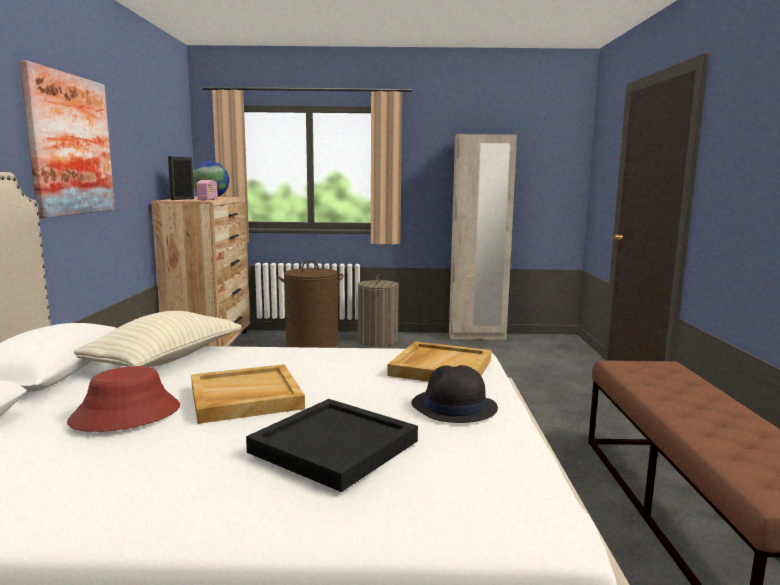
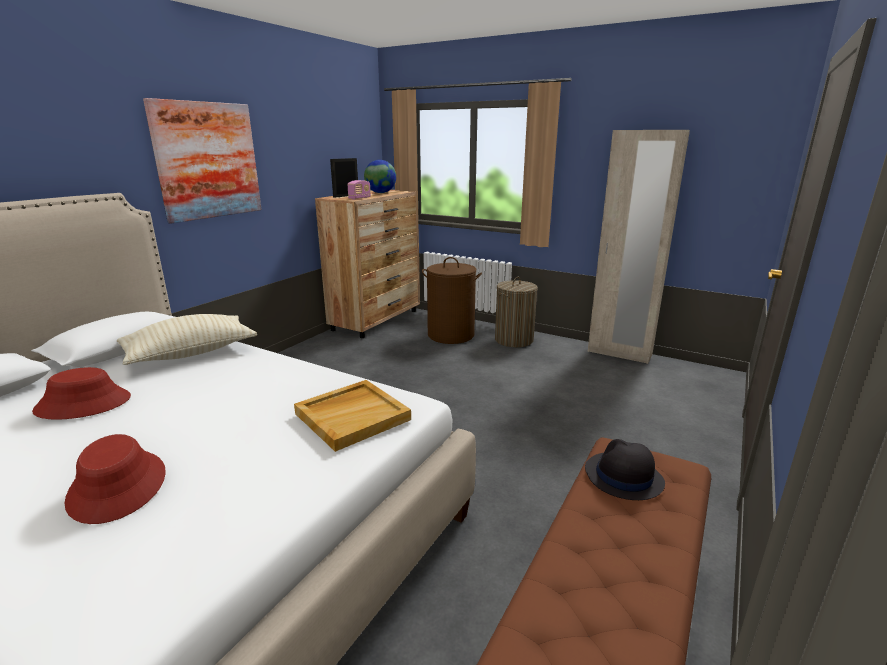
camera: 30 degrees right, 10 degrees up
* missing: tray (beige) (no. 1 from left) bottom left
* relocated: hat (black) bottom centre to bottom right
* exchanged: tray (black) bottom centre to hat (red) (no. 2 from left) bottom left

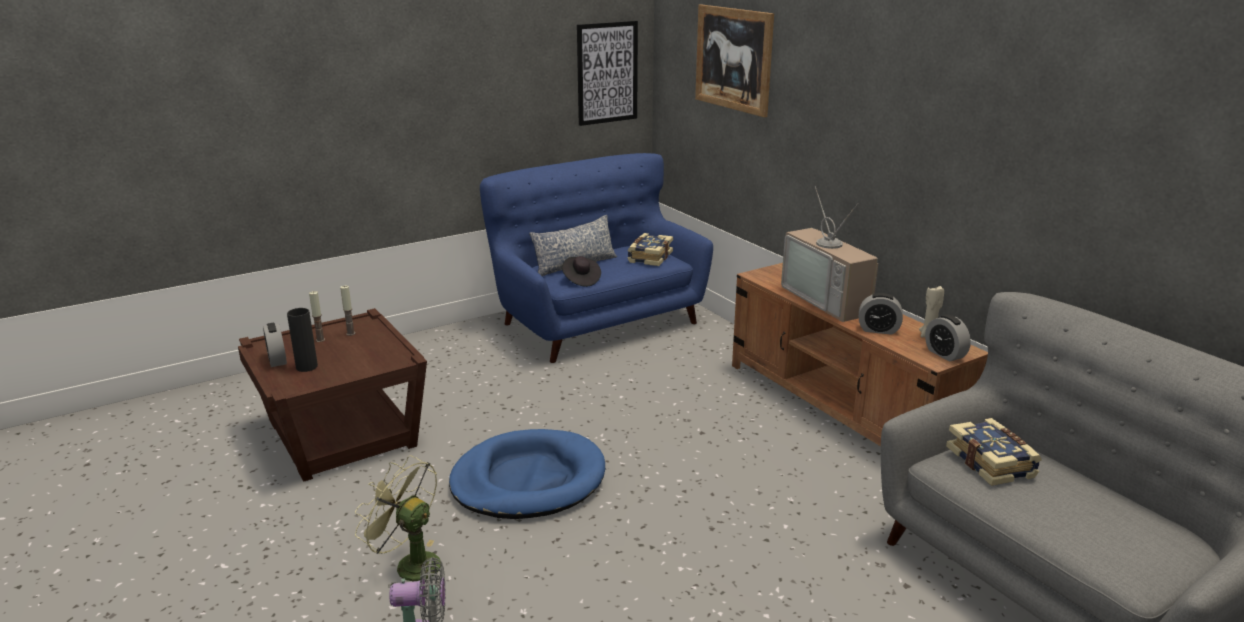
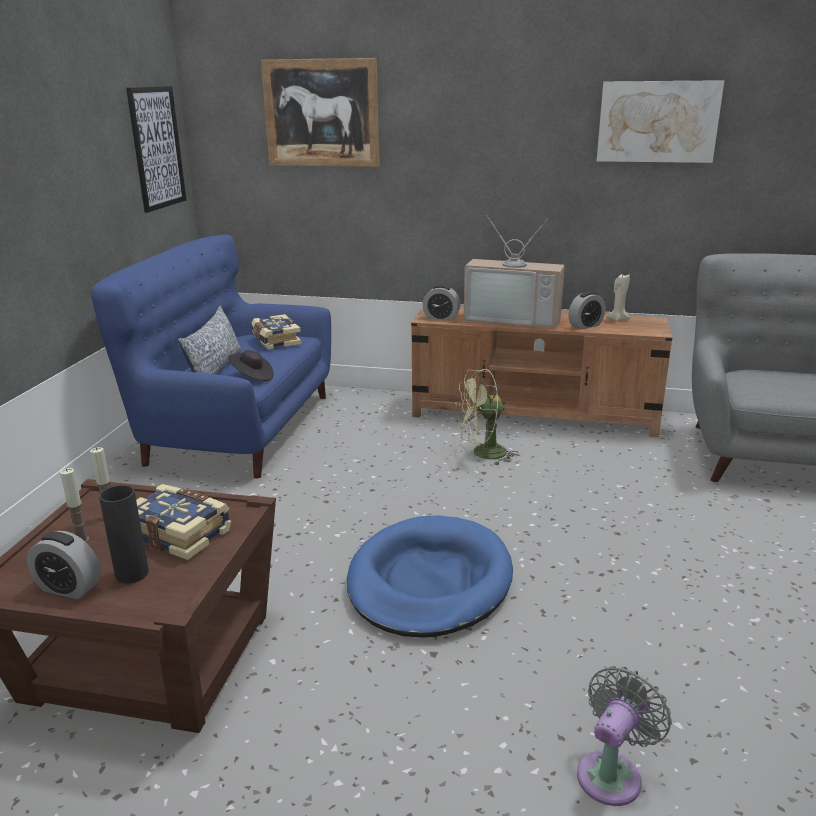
camera: 45 degrees left, 0 degrees up
* relocated: alarm clock (no. 3 from left in the first image) middle right to alarm clock (no. 2 from left) centre
* relocated: book (no. 2 from left in the first image) bottom right to book (no. 1 from left) middle left
* relocated: fan (green) bottom left to centre
* appeared: picture (no. 3 from left) top right

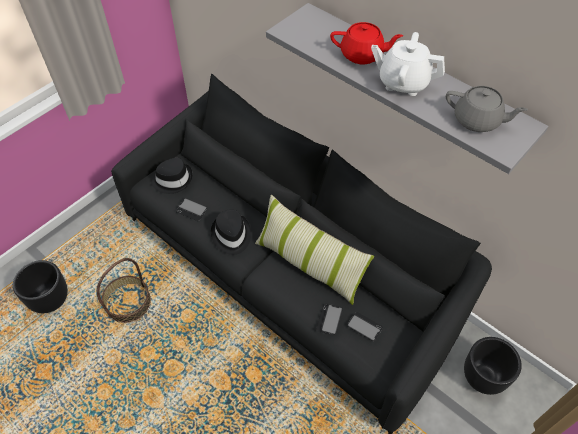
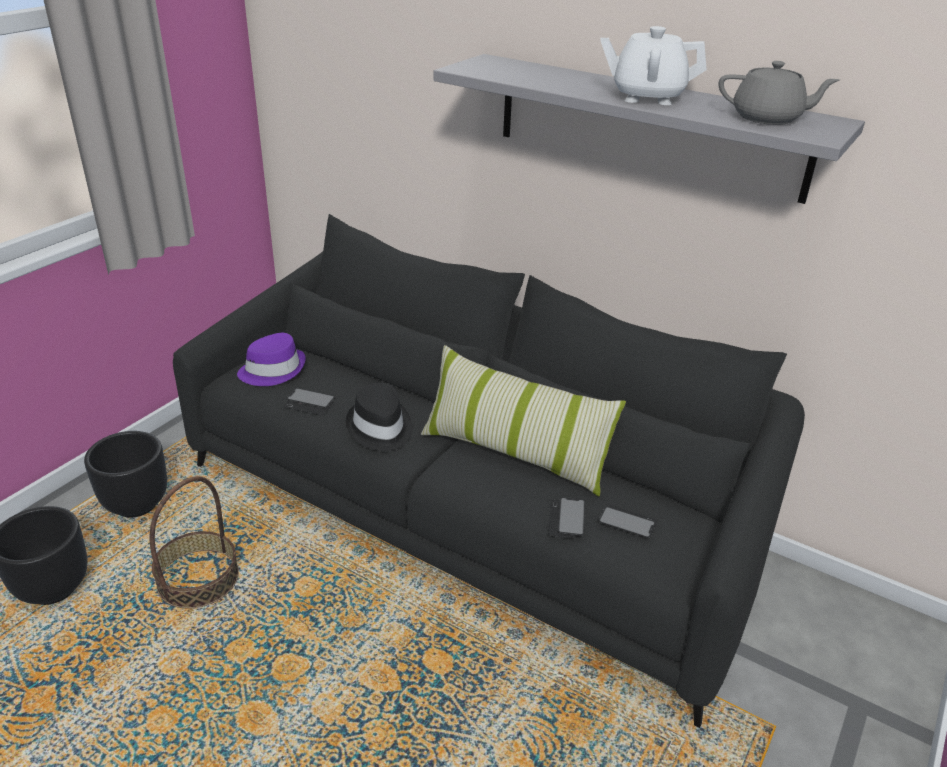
camera: 10 degrees left, 20 degrees down
* missing: teapot (red) top centre
* colour: hat (black) (no. 1 from left) middle left to hat (purple) middle left
* relocated: planter (black) (no. 2 from left) bottom right to middle left

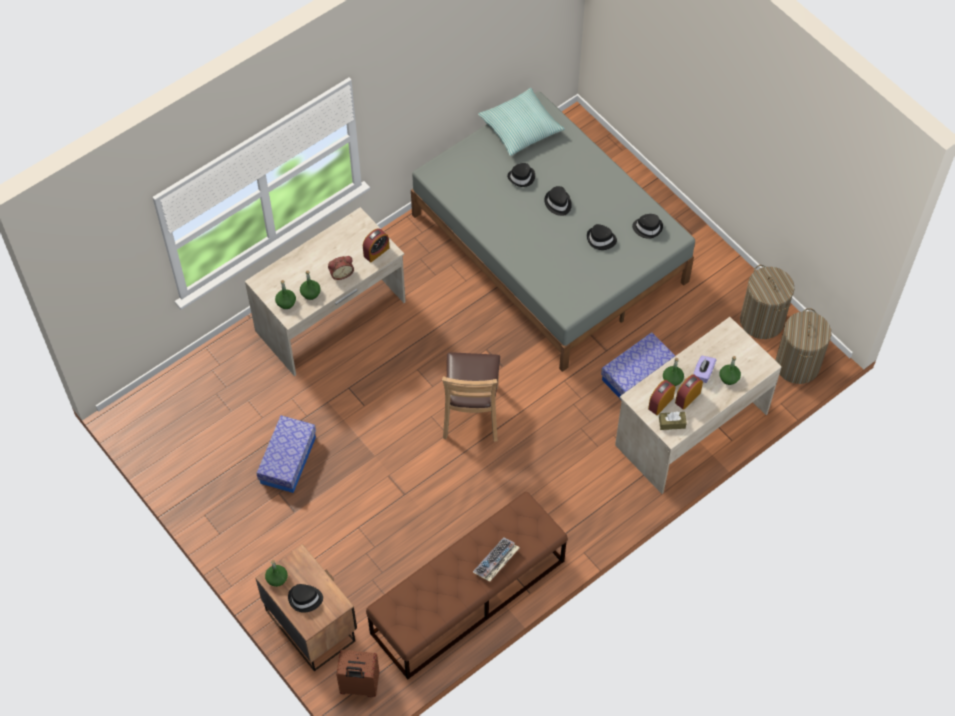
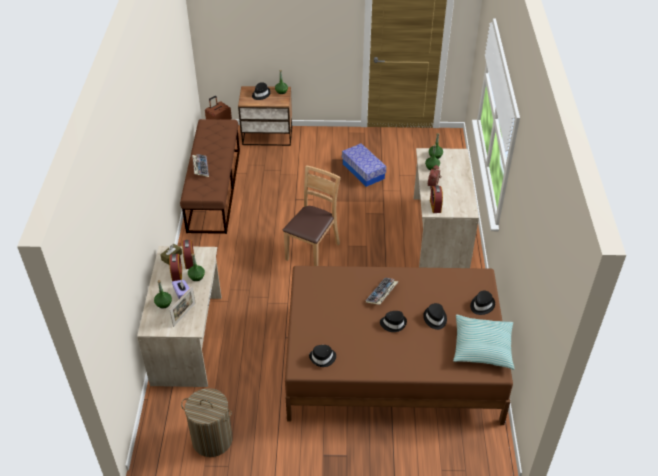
camera: 130 degrees right, 15 degrees down
* colour: bed (grey) top centre to bed (brown) bottom centre
* relocated: hat (black) (no. 4 from left in the first image) top centre to hat (black) (no. 5 from left) middle right
* missing: laundry basket (no. 2 from left) middle right
* missing: storage box (no. 2 from left) middle right
* spun: chair (brown) centre = centre 75 degrees clockwise
* appeared: keyboard (no. 2 from left) centre
* appeared: picture frame middle left

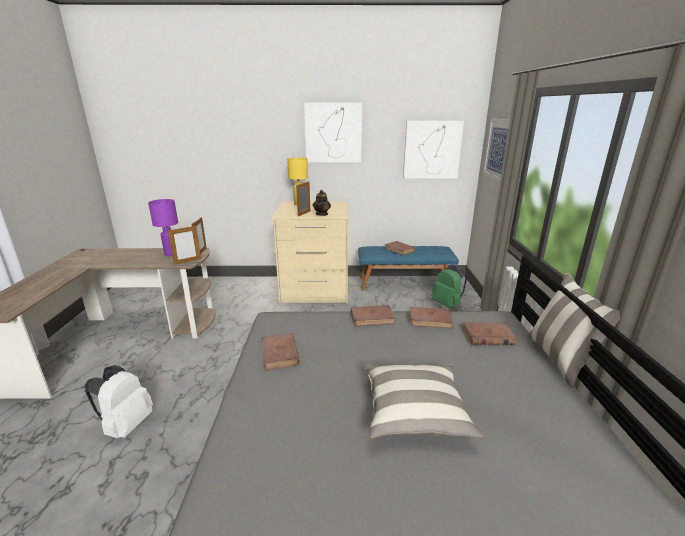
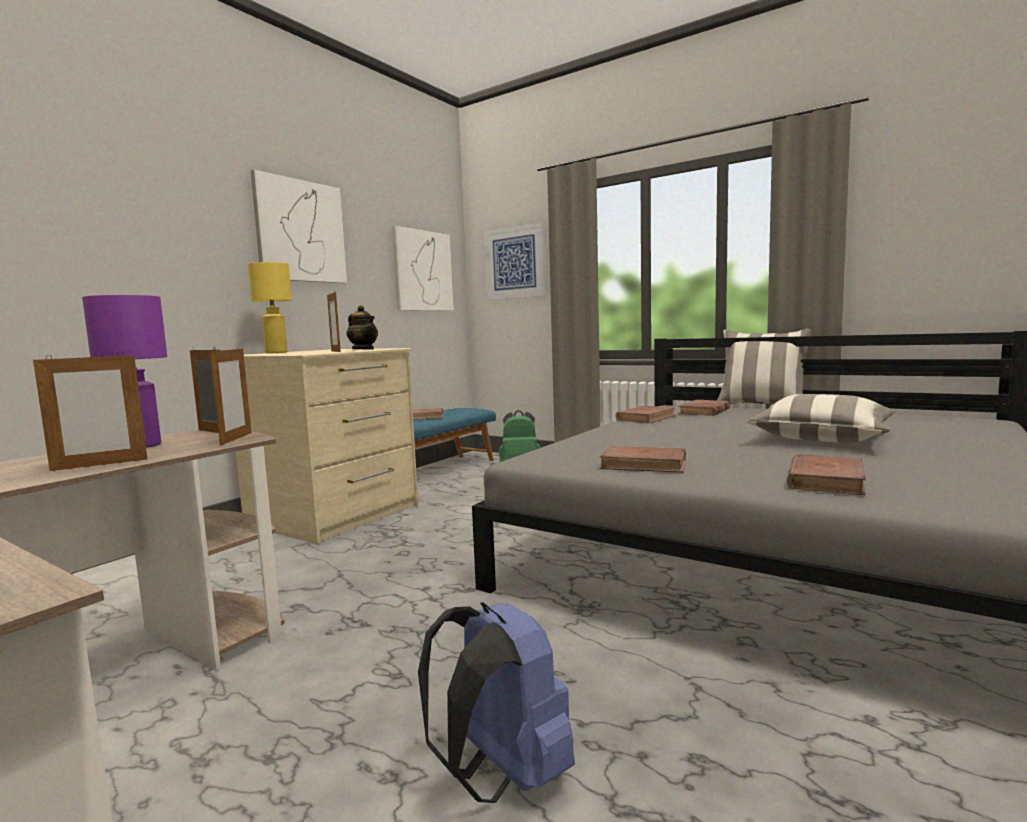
camera: 55 degrees left, 15 degrees down
* relocated: book (brown) (no. 2 from left in the first image) centre to book (brown) (no. 5 from left) middle right
* colour: backpack (white) bottom left to backpack (blue) bottom centre
* appeared: picture frame (no. 1 from left) middle left

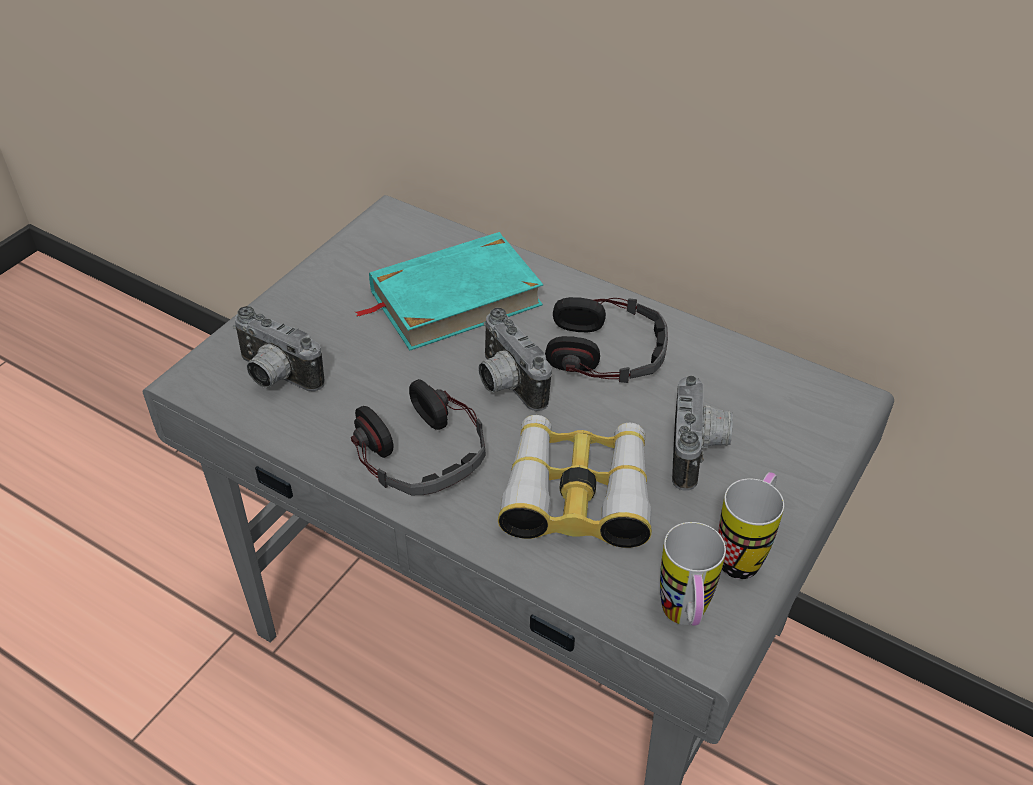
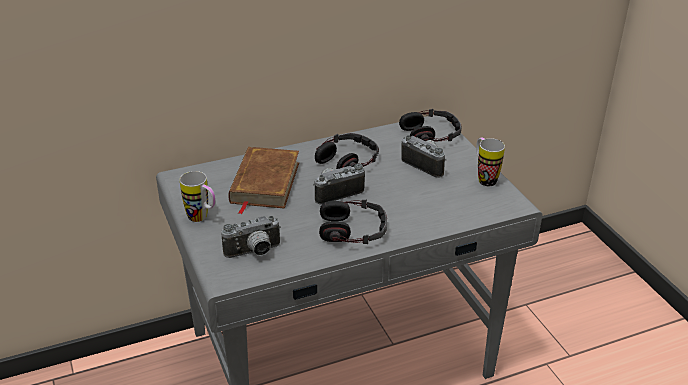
camera: 55 degrees left, 10 degrees down
* colour: book (turquoise) centre to book (brown) centre
* spun: photo camera (no. 2 from left) centre = centre 150 degrees clockwise
* missing: binoculars centre
* relocated: mug (no. 1 from left) bottom right to middle left
* appeared: headphones (no. 3 from left) top centre

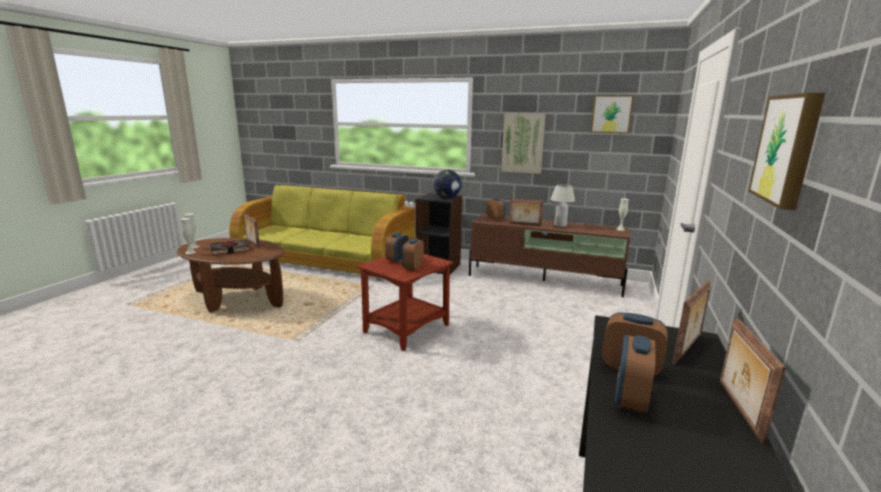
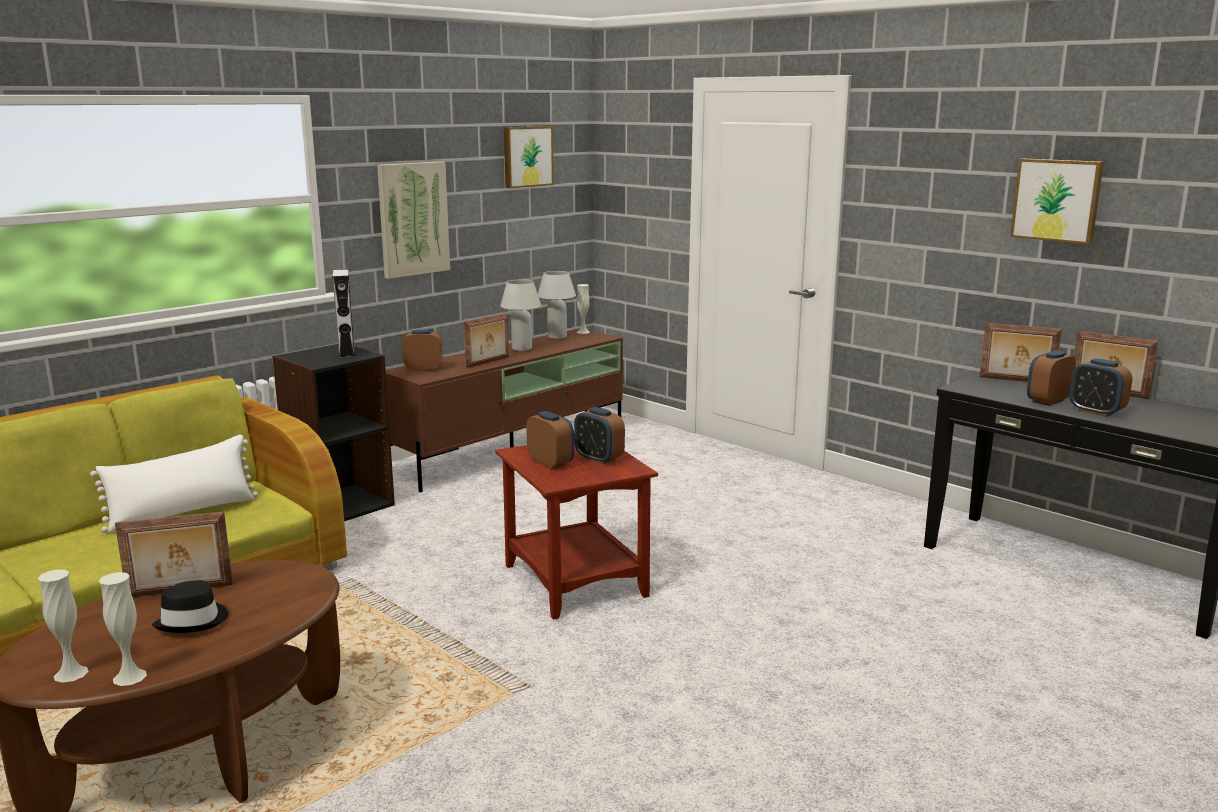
camera: 65 degrees left, 0 degrees up
* exchanged: globe centre to speaker (grey) middle left
* exchanged: book (black) middle left to hat (black) bottom left
* spun: picture frame (no. 3 from left) middle right = middle right 135 degrees clockwise
* appeared: table lamp (white) (no. 2 from left) centre
* appeared: pillow (white) middle left

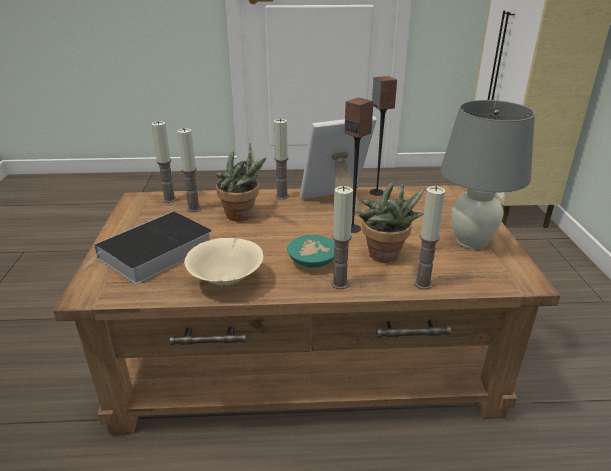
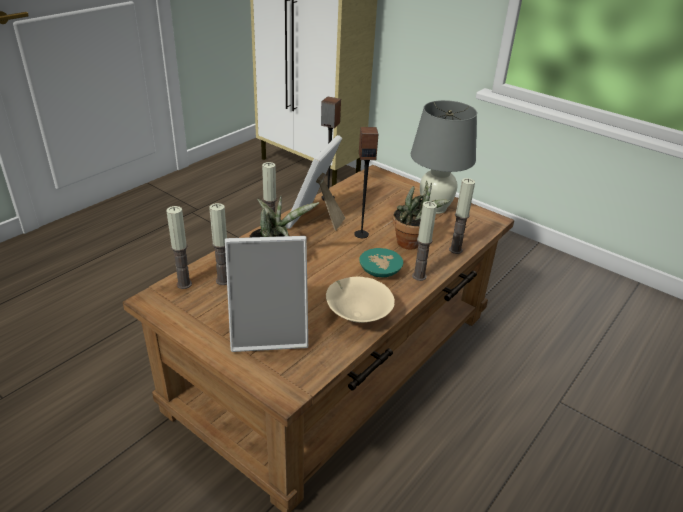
camera: 50 degrees left, 5 degrees up
* exchanged: book middle left to picture frame (no. 1 from left) centre

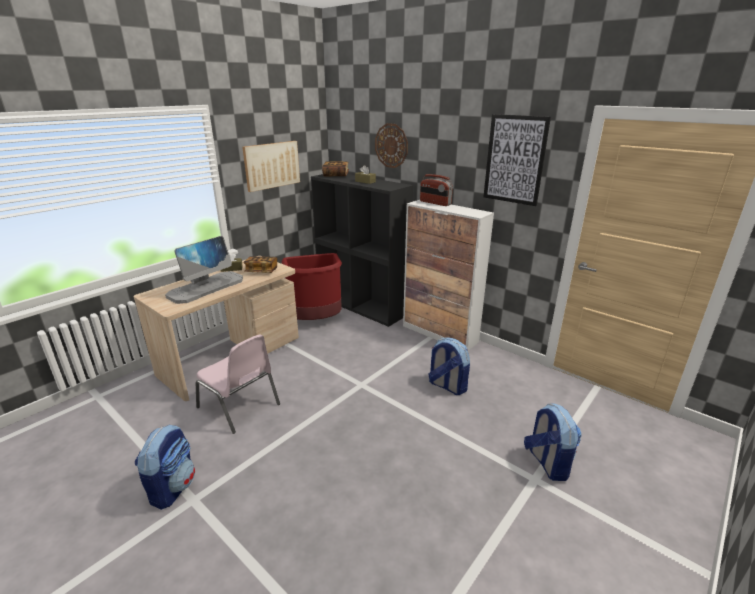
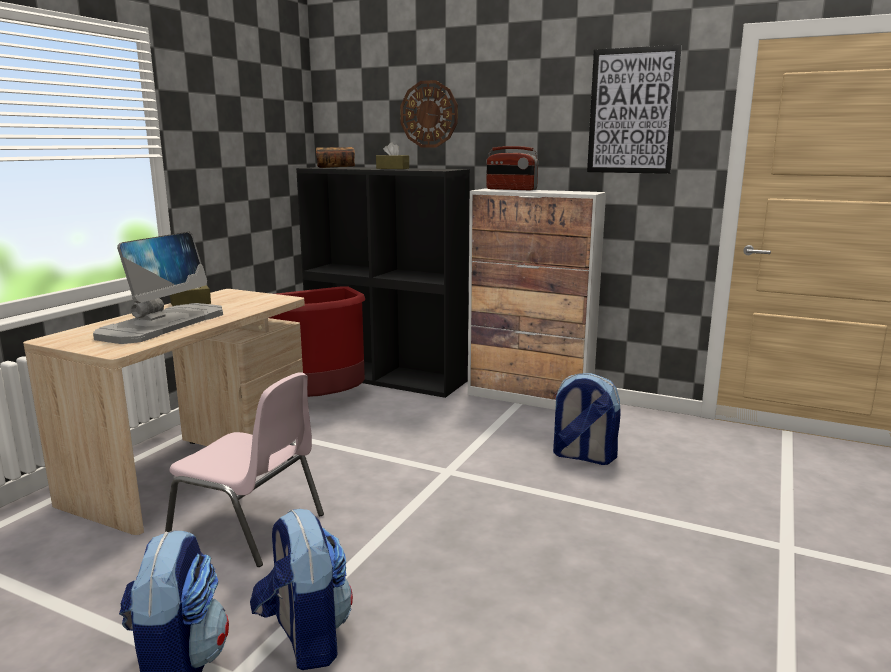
camera: 15 degrees left, 10 degrees down
* missing: picture (no. 1 from left) top centre
* missing: book (no. 1 from left) centre
* relocated: backpack (no. 3 from left in the first image) bottom right to backpack (no. 2 from left) bottom centre

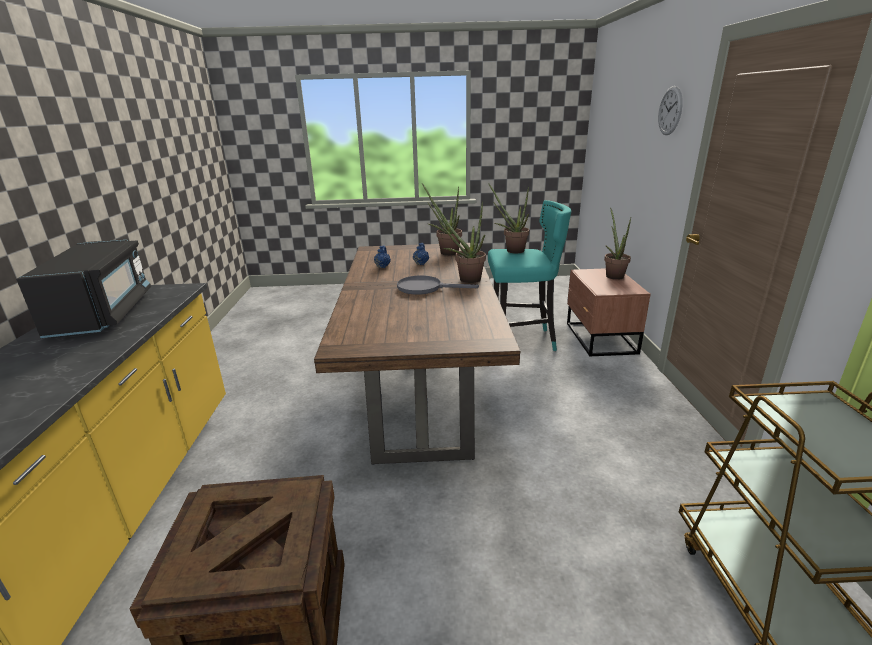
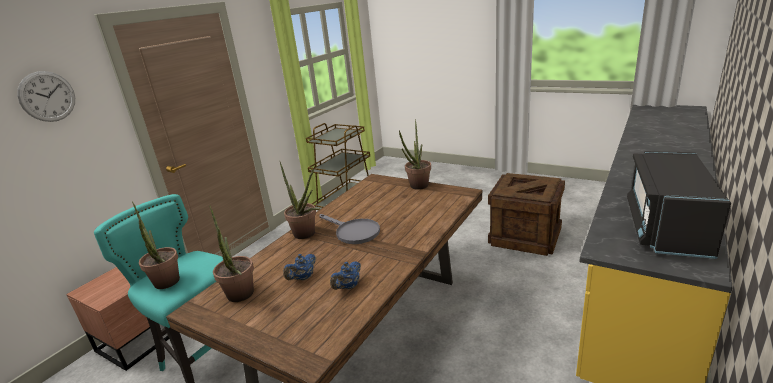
camera: 145 degrees left, 0 degrees up
* relocated: potted plant (no. 4 from left) middle right to centre

